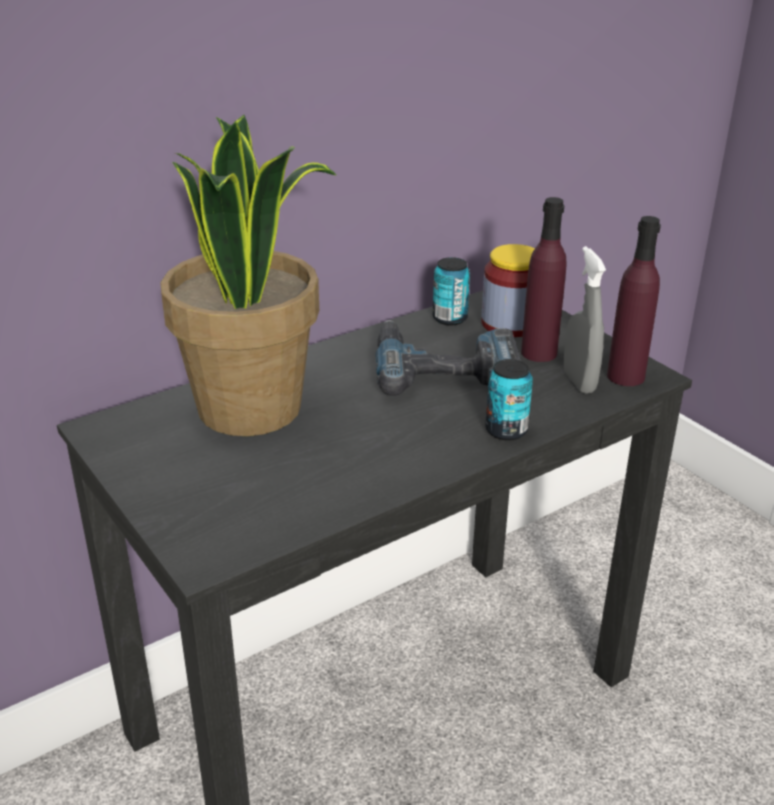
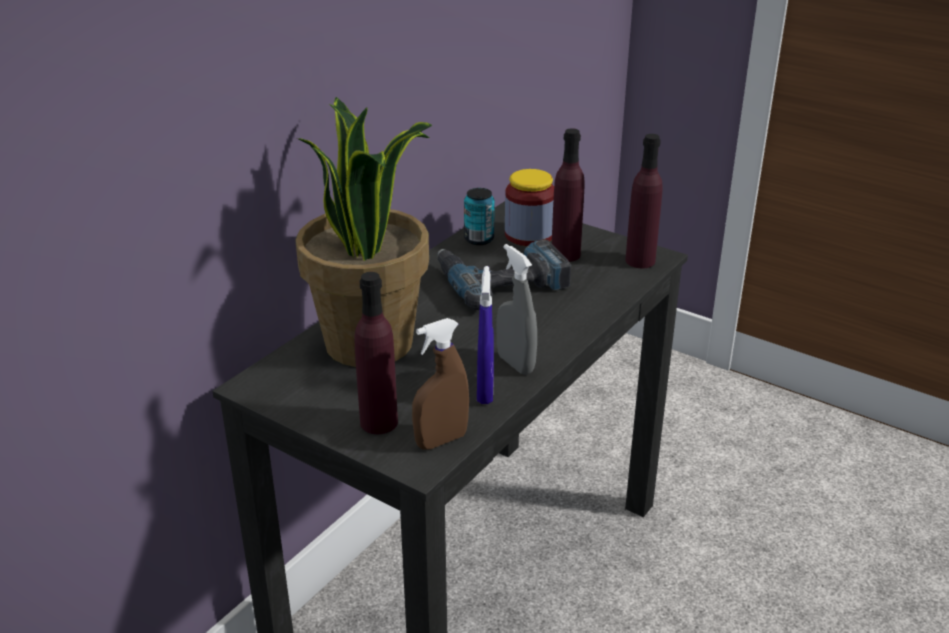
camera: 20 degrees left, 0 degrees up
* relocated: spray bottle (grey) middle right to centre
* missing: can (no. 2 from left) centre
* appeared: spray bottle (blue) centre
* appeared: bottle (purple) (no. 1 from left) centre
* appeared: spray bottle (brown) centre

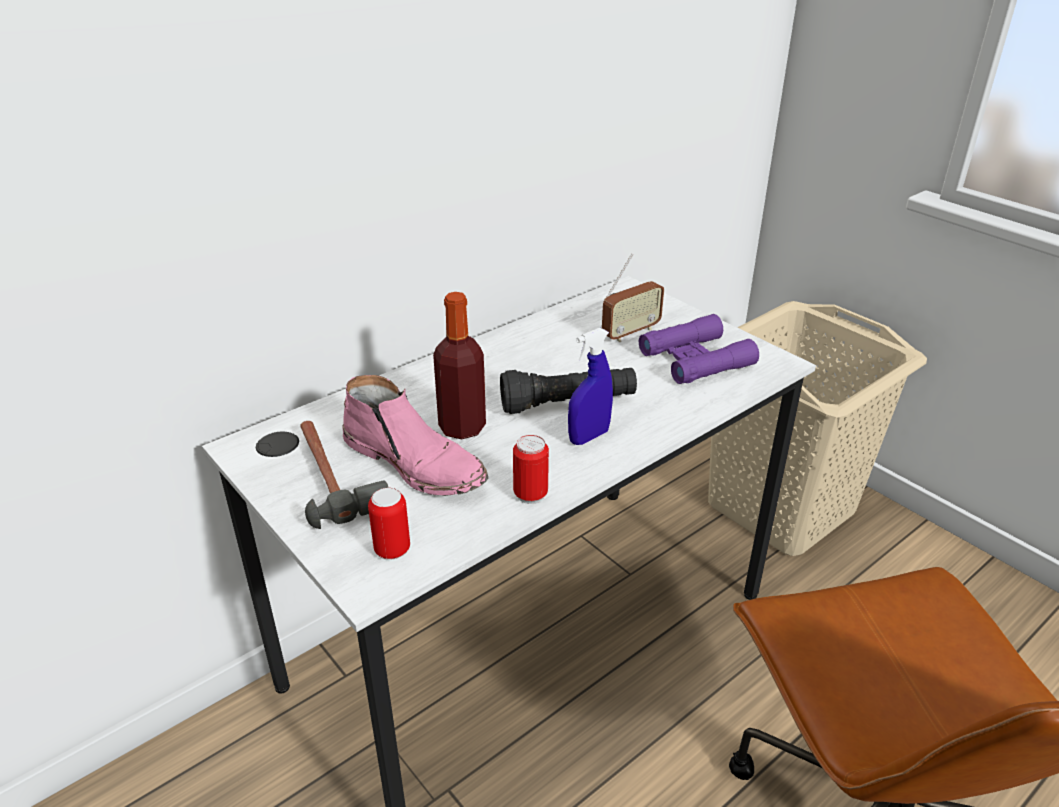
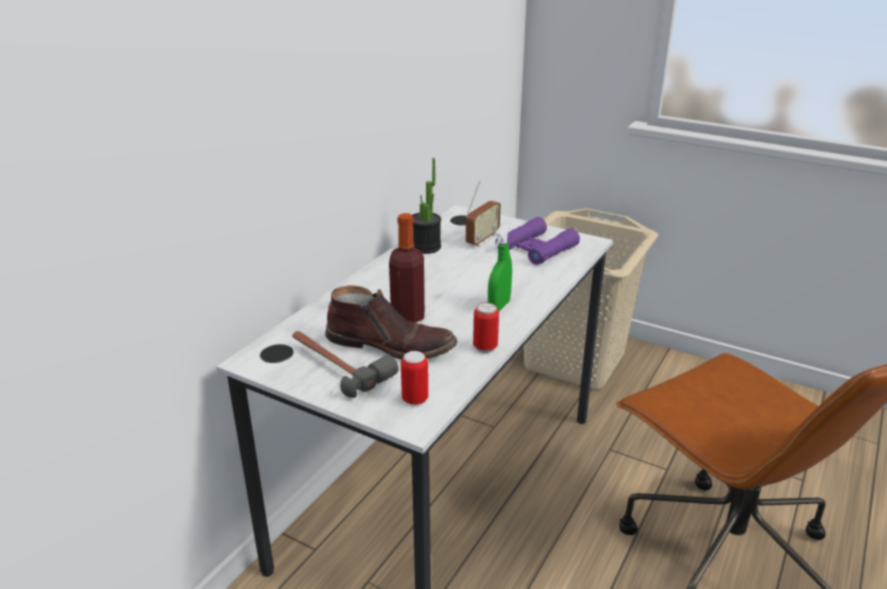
camera: 20 degrees left, 5 degrees down
* colour: spray bottle (blue) centre to spray bottle (green) centre
* missing: flashlight (black) centre
* colour: boot (pink) centre to boot (brown) centre
* appeared: potted plant centre

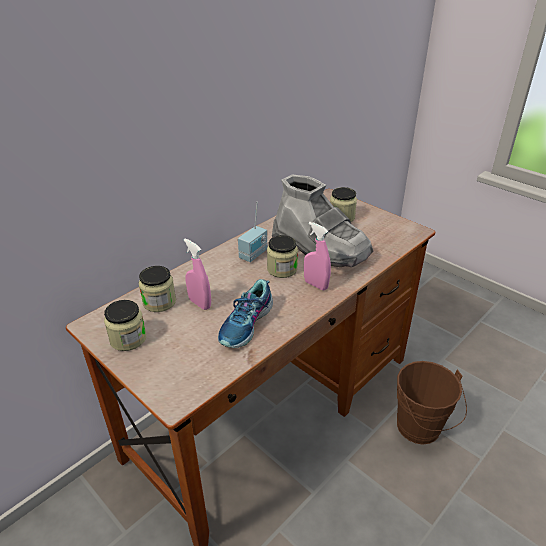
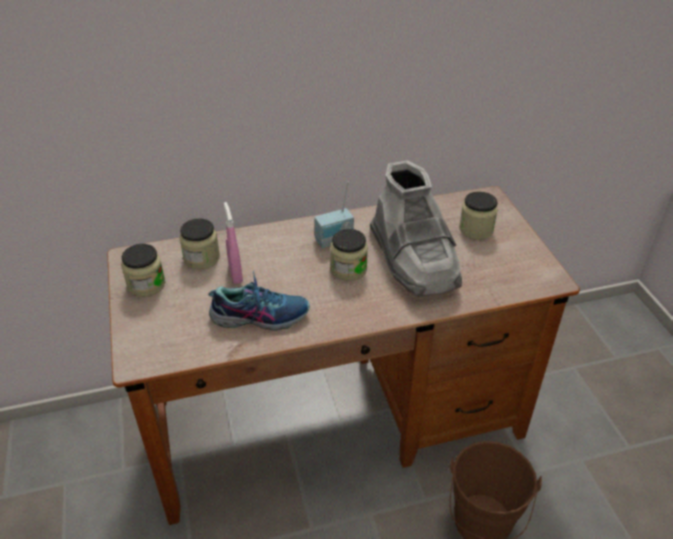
camera: 30 degrees right, 5 degrees up
* missing: spray bottle (pink) (no. 2 from left) centre
* spun: shoe centre = centre 150 degrees counterclockwise

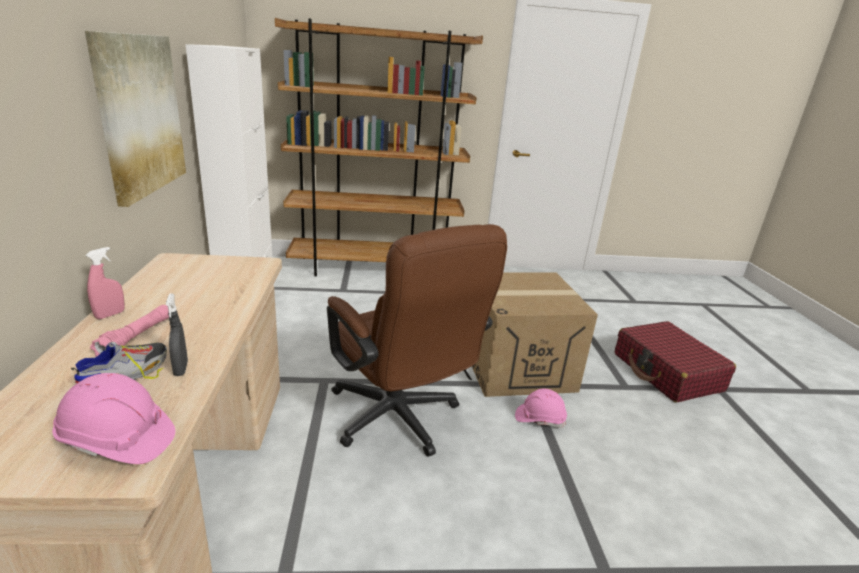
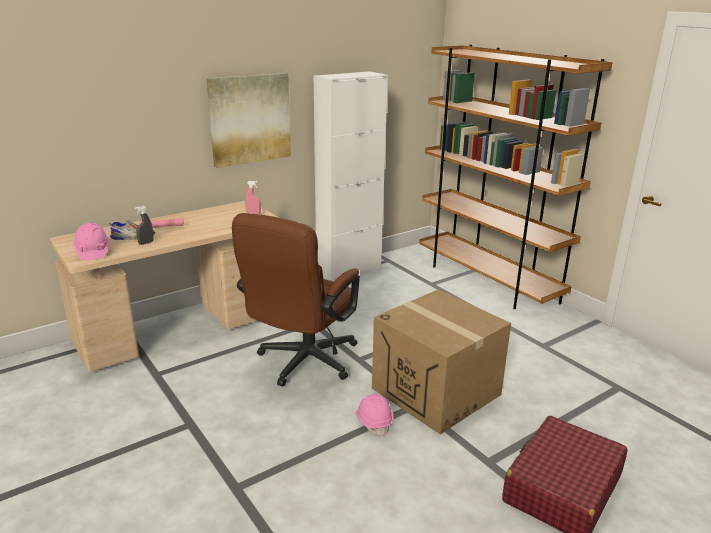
camera: 60 degrees right, 0 degrees up
* relocated: spray bottle (pink) middle left to centre

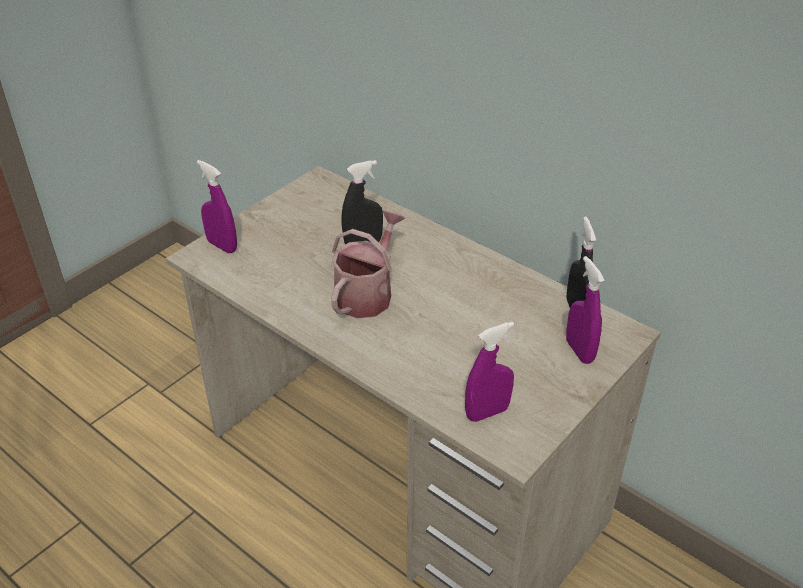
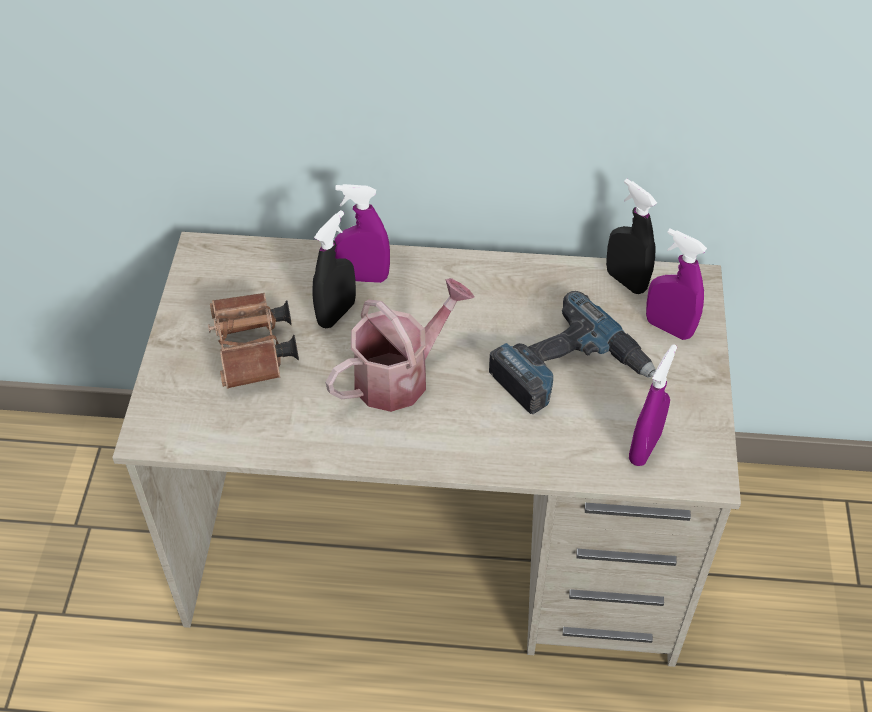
camera: 35 degrees left, 10 degrees up
* relocated: spray bottle (purple) (no. 1 from left) middle left to top centre
* spun: watering can centre = centre 60 degrees clockwise
* appeared: power drill centre
* appeared: binoculars (brown) middle left

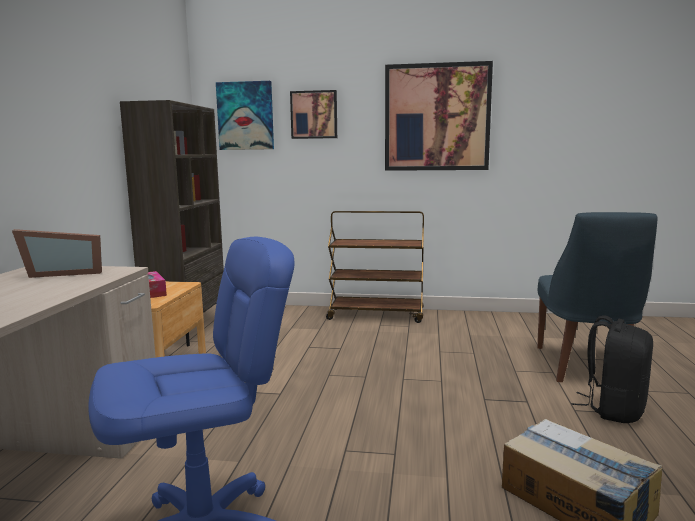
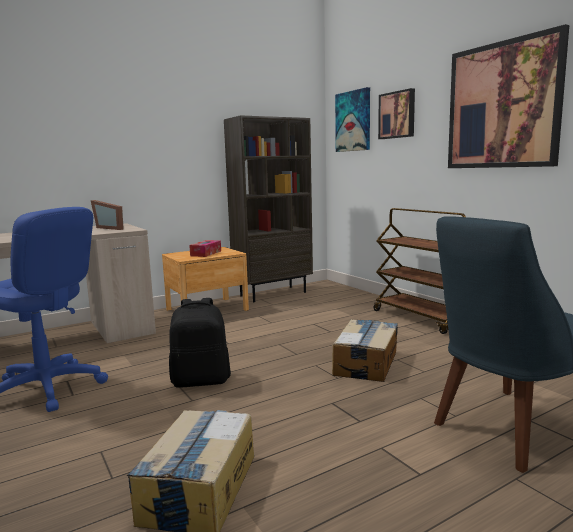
camera: 50 degrees right, 0 degrees up
* relocated: backpack (black) bottom right to centre
* appeared: cardboard box (no. 2 from left) centre

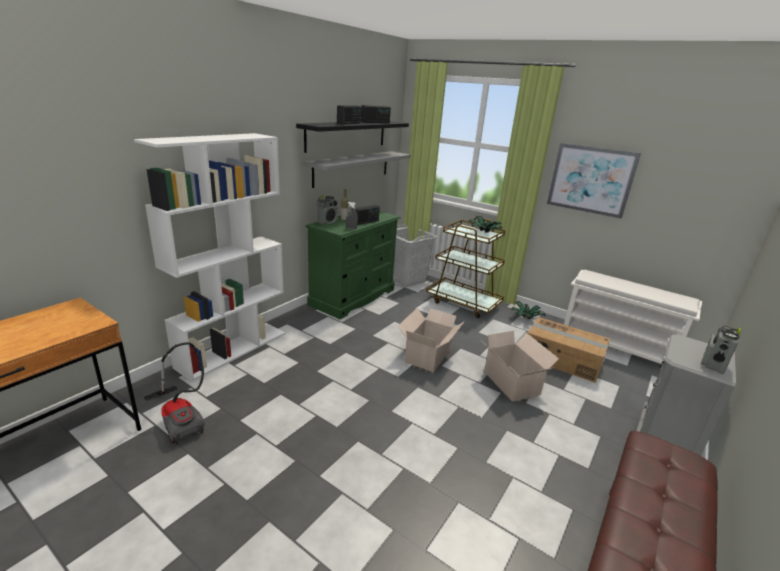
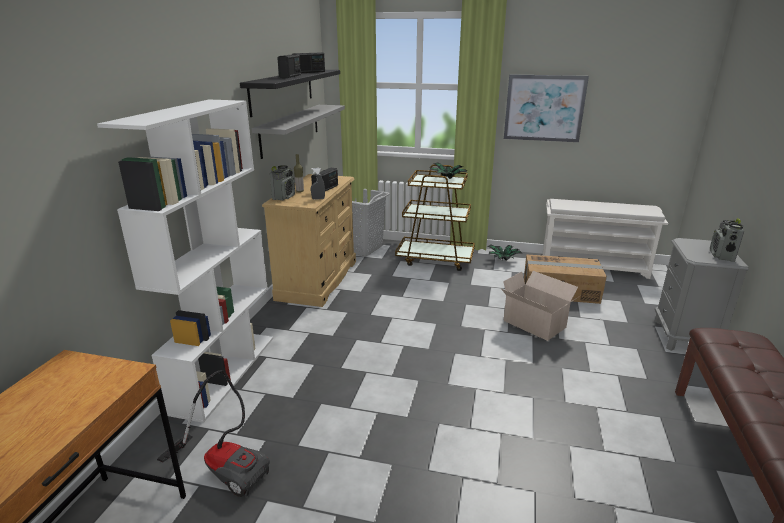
camera: 20 degrees left, 0 degrees up
* colour: dresser (green) centre to dresser (beige) centre
* missing: cardboard box (no. 1 from left) centre

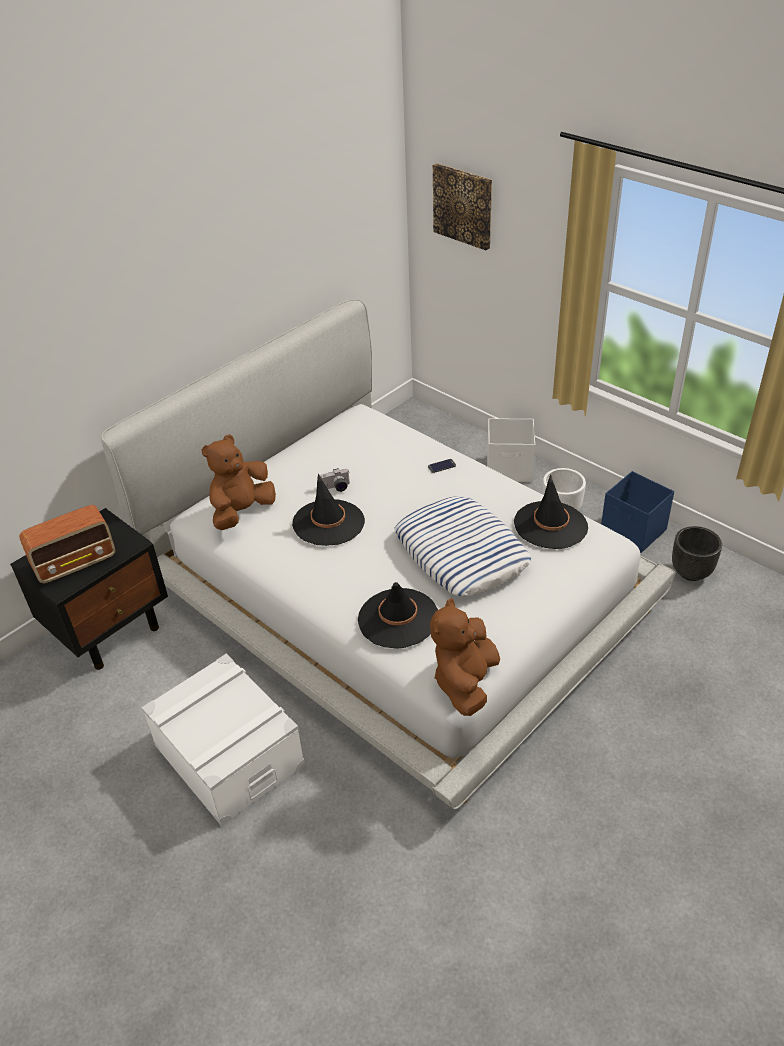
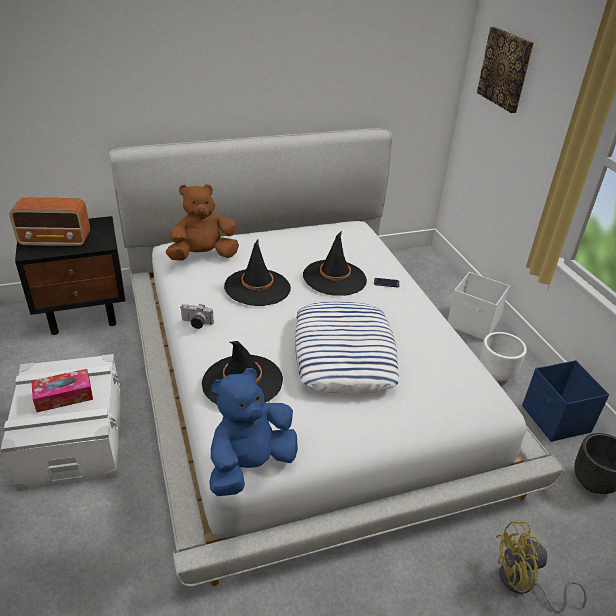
camera: 25 degrees right, 5 degrees down
* relocated: photo camera centre to middle left
* relocated: hat (black) (no. 3 from left) middle right to centre
* colour: plush toy (brown) (no. 2 from left) centre to plush toy (blue) bottom centre
* appeared: tissue box middle left
* appeared: fan (yellow) bottom right

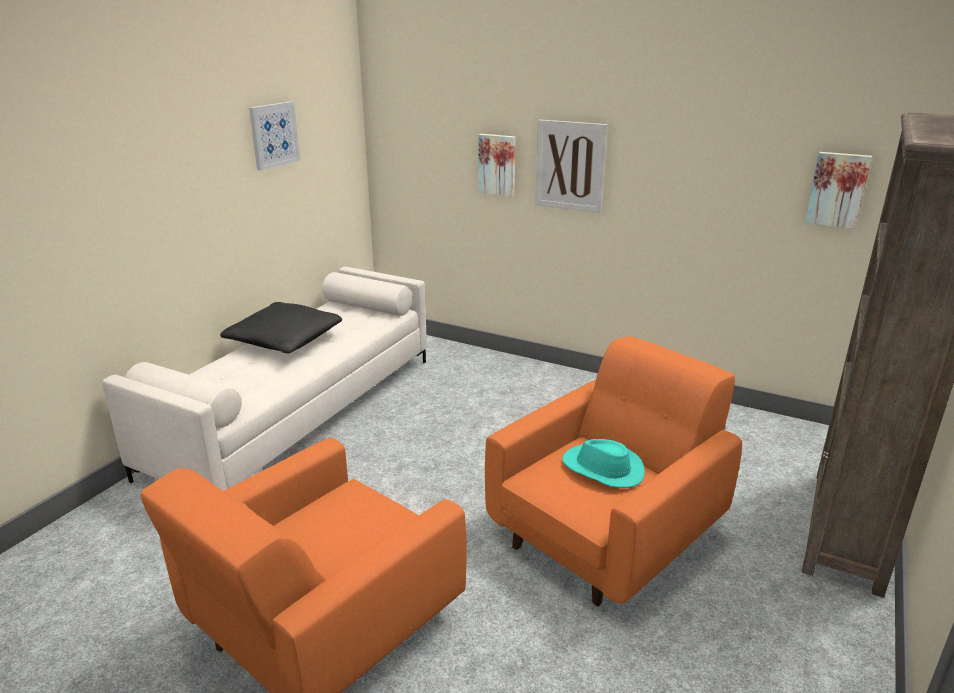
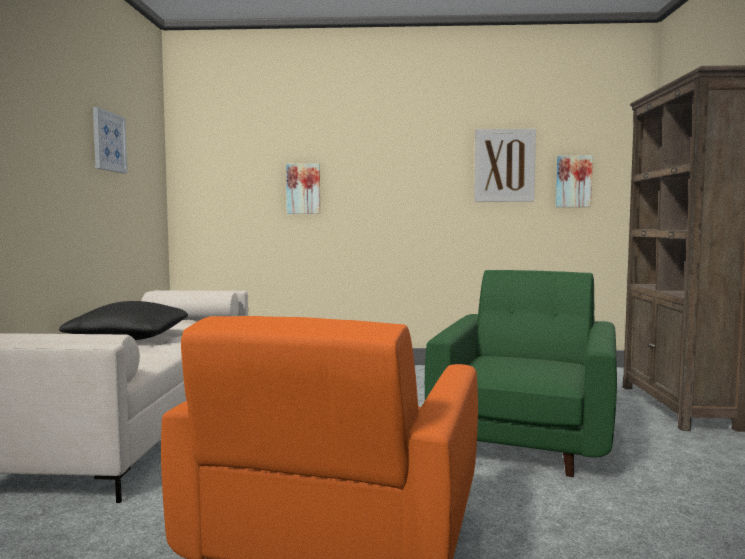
camera: 25 degrees left, 20 degrees down
* relocated: picture (no. 3 from left) top centre to top right
* colour: armchair (orange) (no. 2 from left) bottom centre to armchair (green) bottom right
* missing: hat (turquoise) bottom centre

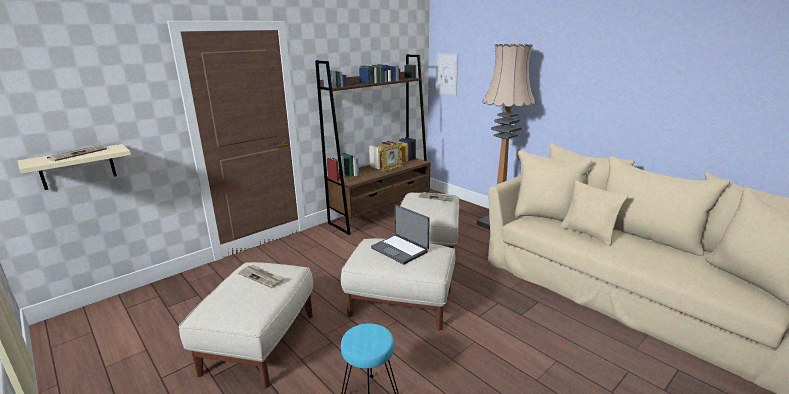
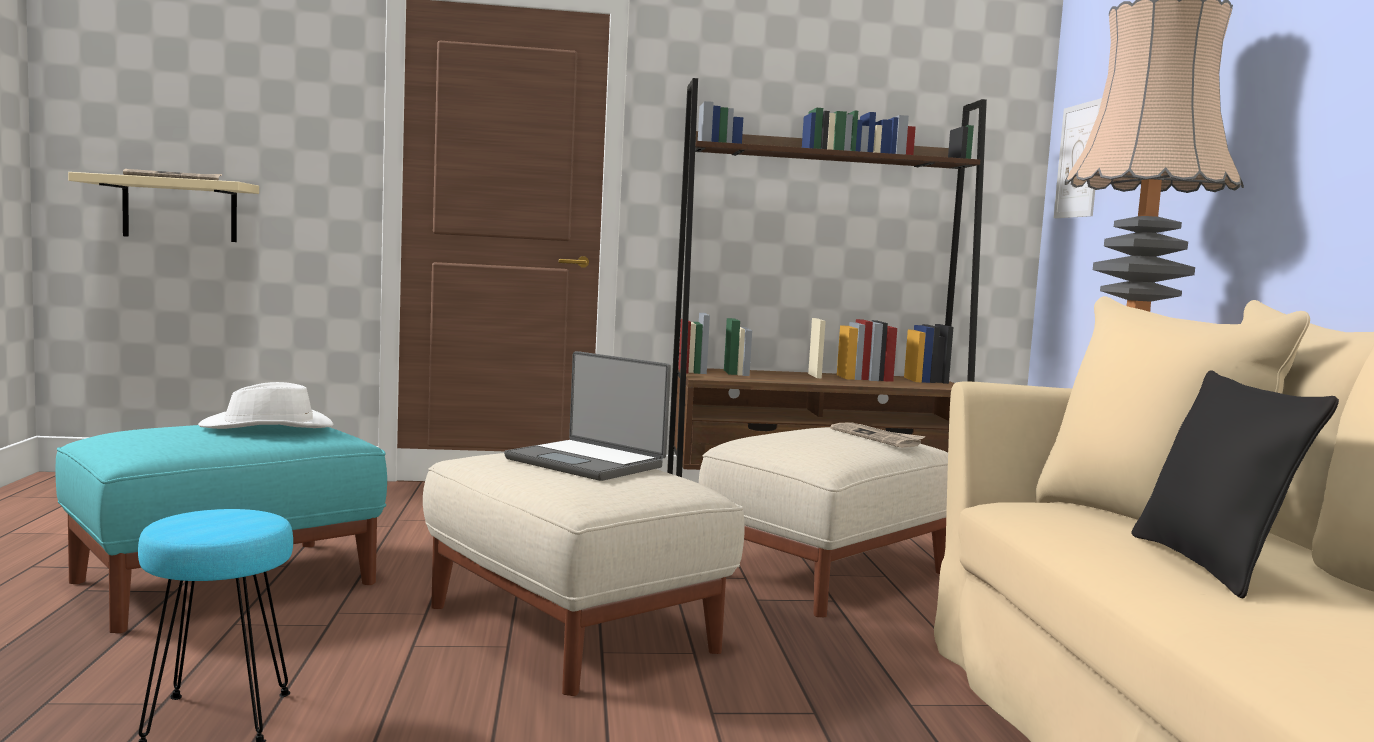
camera: 35 degrees right, 15 degrees down
* missing: picture frame centre
* colour: pillow (beige) middle right to pillow (black) middle right
* spun: laptop centre = centre 45 degrees counterclockwise
* colour: ottoman (beige) (no. 1 from left) bottom left to ottoman (turquoise) bottom left
* exchanged: newspaper (no. 2 from left) bottom left to hat (white) middle left

